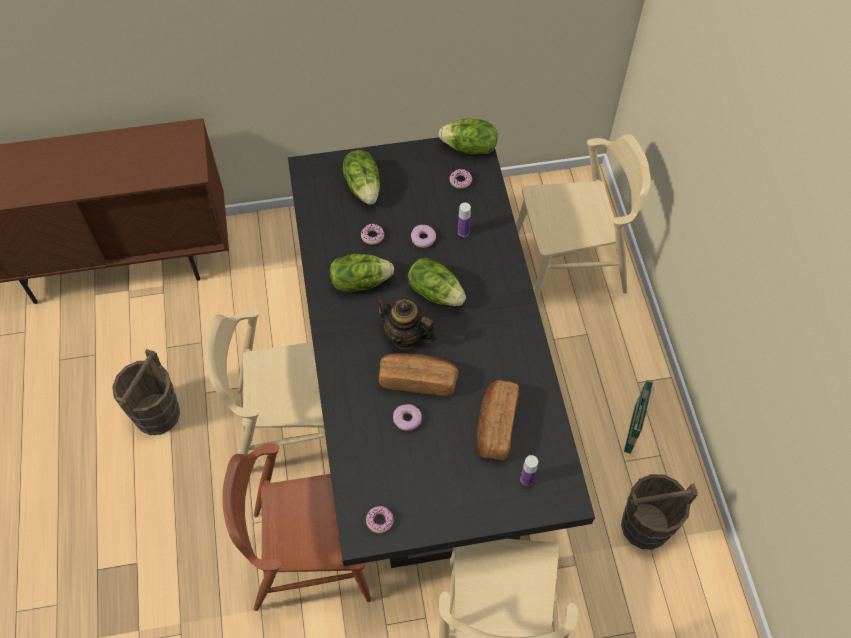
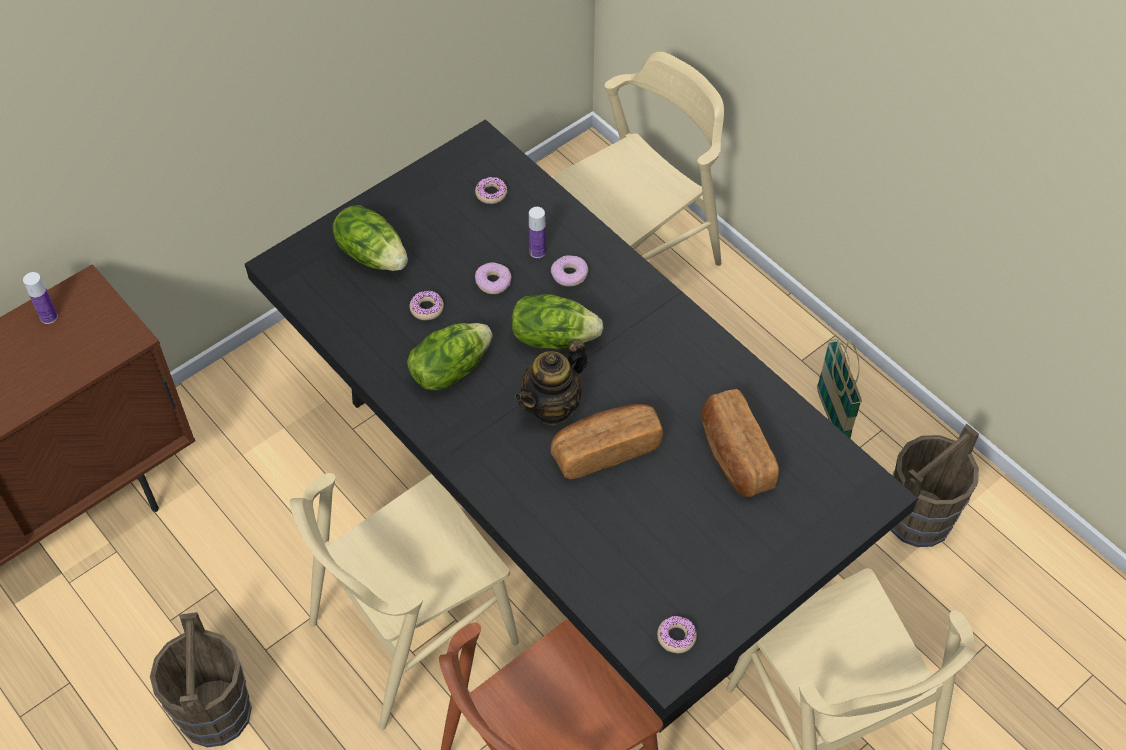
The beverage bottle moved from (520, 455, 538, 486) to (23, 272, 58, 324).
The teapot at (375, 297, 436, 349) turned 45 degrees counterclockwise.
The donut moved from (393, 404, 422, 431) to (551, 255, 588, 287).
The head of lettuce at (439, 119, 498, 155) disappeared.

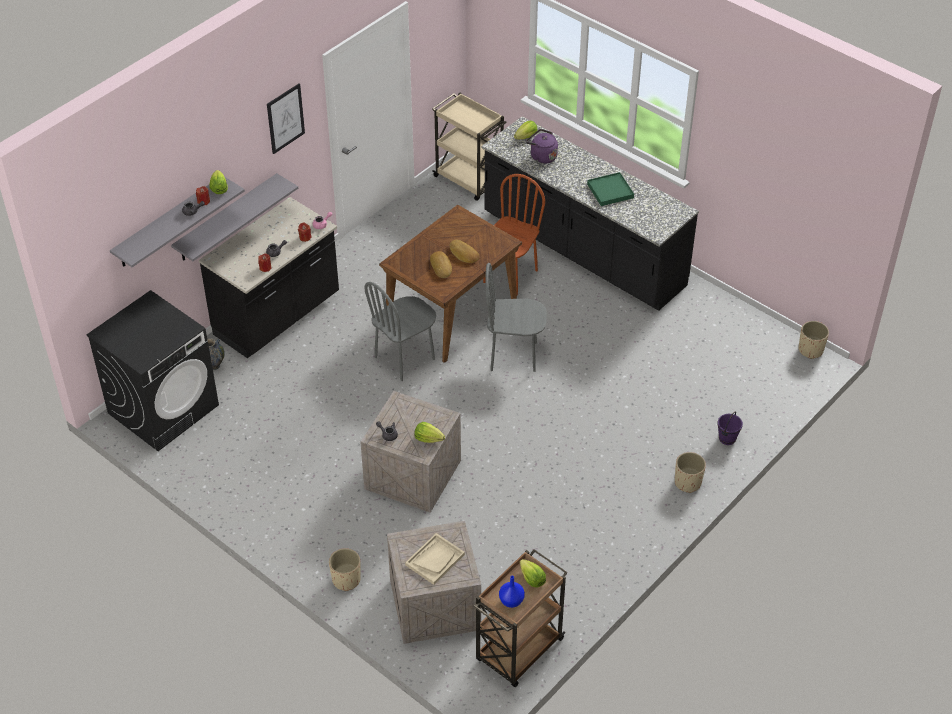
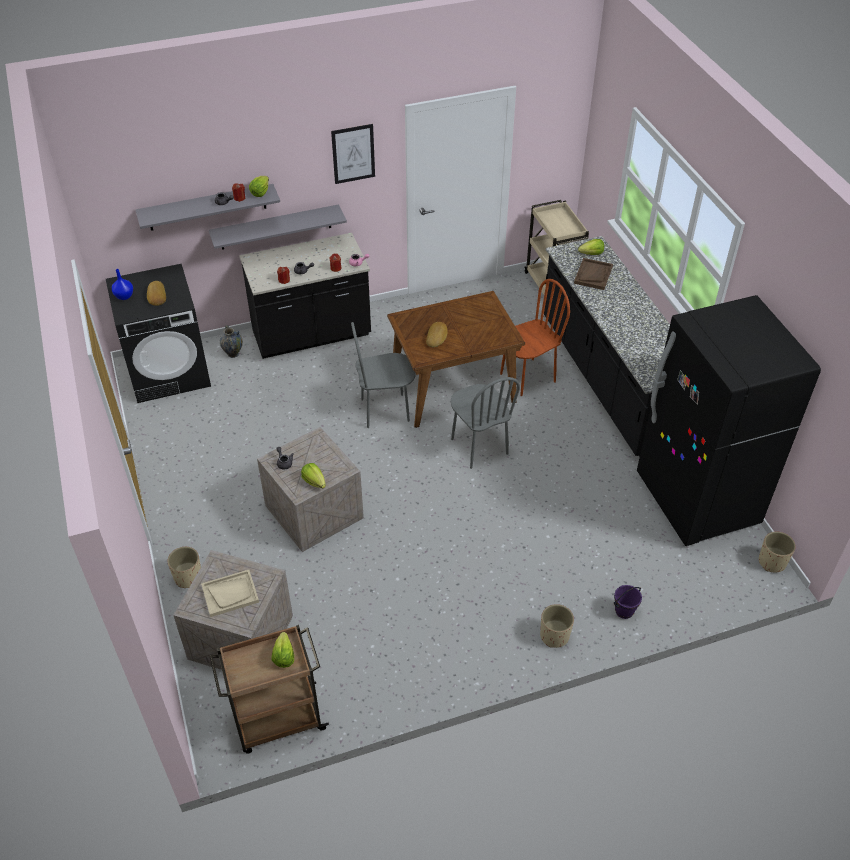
The vase in blue moved from (499, 576, 525, 608) to (112, 269, 133, 300).
The bread moved from (450, 240, 480, 263) to (147, 281, 166, 306).
The upright chair in gray at (485, 263, 547, 372) turned 150 degrees counterclockwise.
The tea kettle in purple-coloured at (526, 129, 558, 164) was replaced by the serving tray in brown-coloured at (574, 258, 613, 290).
The kitchen fridge in black at (637, 295, 821, 546) appeared.
The serving tray in greenish at (587, 172, 634, 206) disappeared.

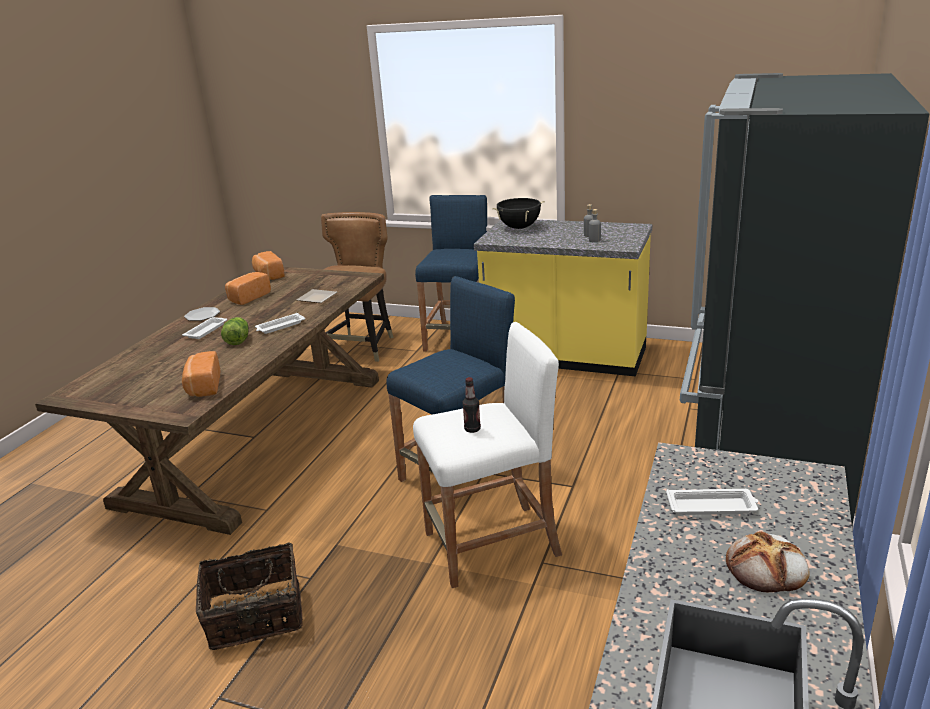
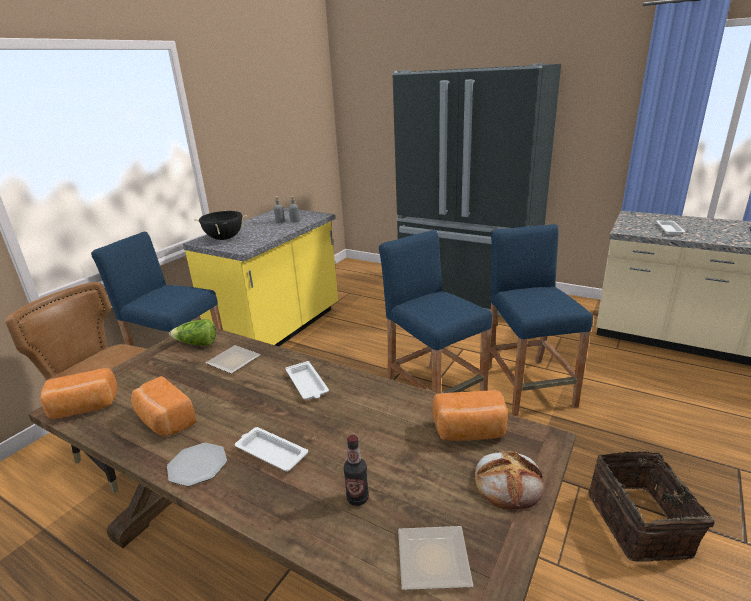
The head of lettuce moved from (221, 317, 249, 345) to (169, 319, 216, 346).
The beverage bottle moved from (462, 377, 481, 433) to (343, 435, 369, 506).
The dinner plate at (398, 526, 473, 590) appeared.
The bread moved from (726, 531, 810, 593) to (475, 451, 544, 510).
The sitting stool in whitish at (413, 322, 562, 588) became the sitting stool in blue at (488, 224, 593, 416).

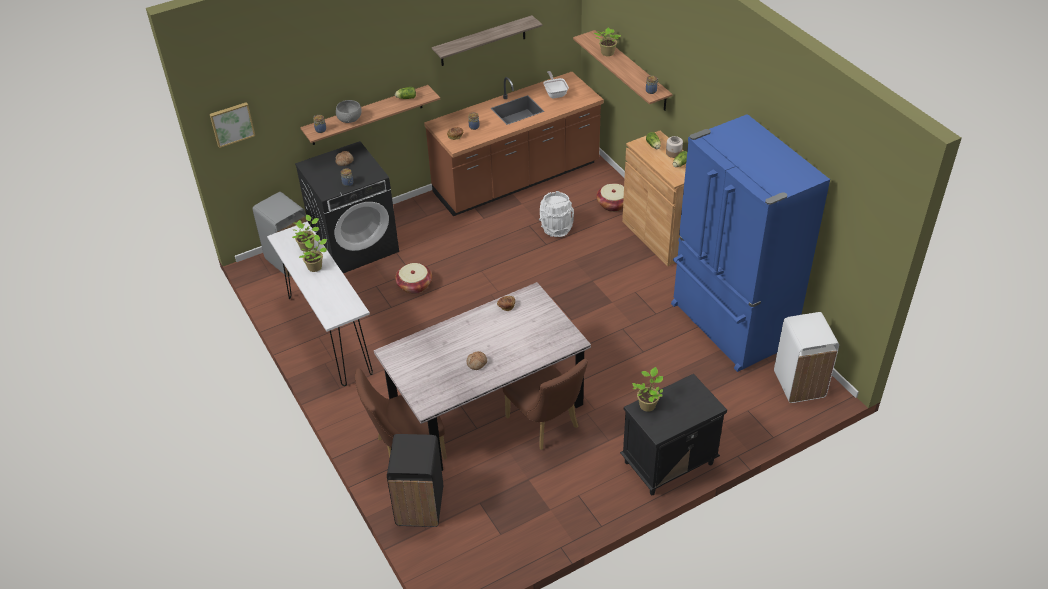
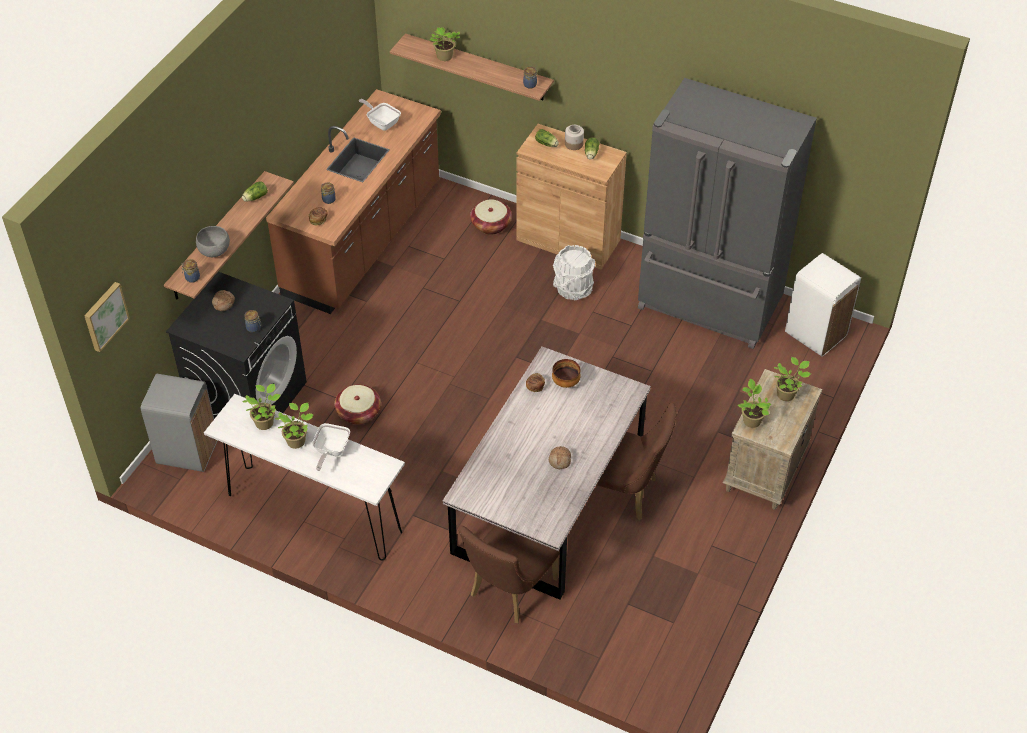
The frying pan at (312, 423, 350, 471) appeared.
The deep dish at (552, 359, 581, 388) appeared.
The water bucket in whitish moved from (539, 191, 574, 237) to (553, 245, 595, 301).
The kitchen fridge in blue at (671, 114, 830, 372) became the kitchen fridge in gray at (638, 78, 817, 349).
The bedside table in black at (620, 374, 727, 495) became the bedside table in beige at (723, 369, 822, 510).
The potted plant at (774, 357, 811, 401) appeared.
The trash can in black at (387, 434, 443, 527) disappeared.
The bracket shelf at (432, 15, 542, 66) disappeared.

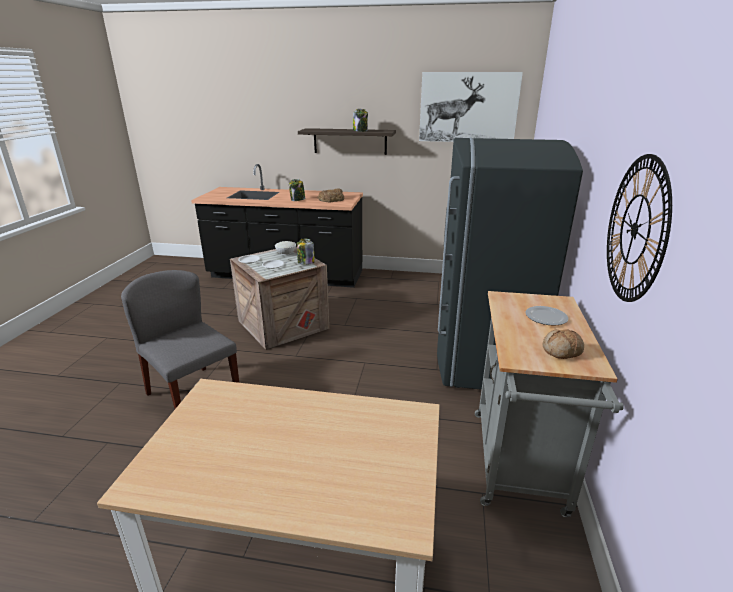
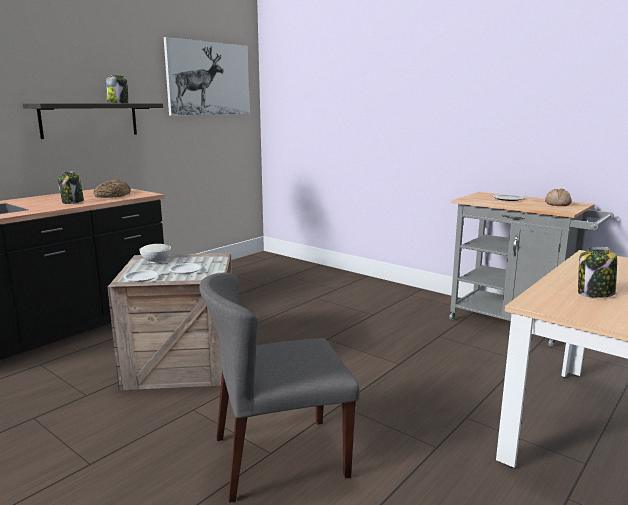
The preserve jar moved from (297, 239, 315, 265) to (578, 247, 617, 298).
The kitchen fridge in gray at (437, 138, 583, 390) disappeared.
The hanging clock at (607, 154, 672, 302) disappeared.

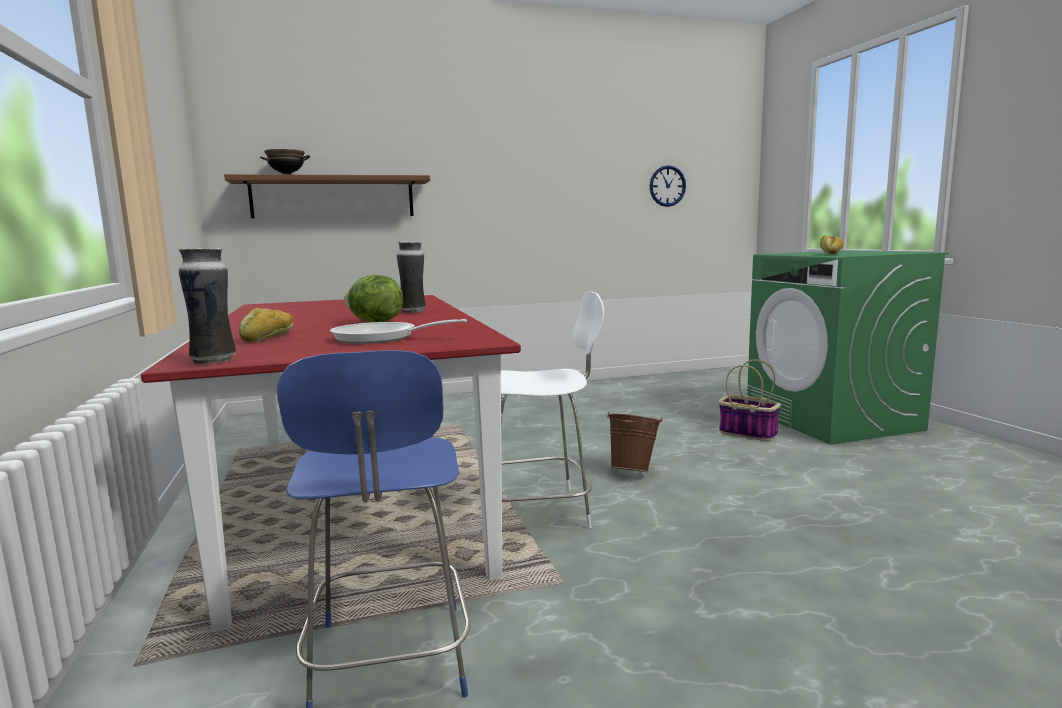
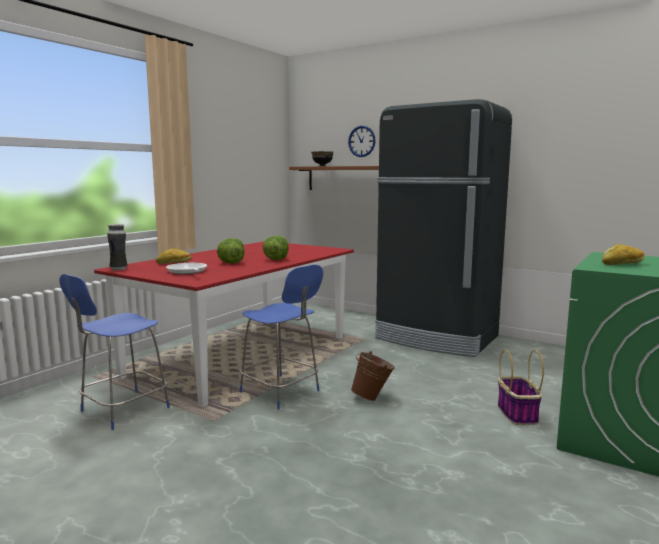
The upright chair in whitish at (501, 292, 604, 528) became the upright chair in blue at (240, 265, 323, 410).
The vase at (397, 241, 426, 313) was replaced by the head of lettuce at (262, 236, 289, 260).
The hanging clock moved from (649, 165, 686, 207) to (348, 126, 376, 157).
The kitchen fridge in black at (375, 99, 512, 357) appeared.

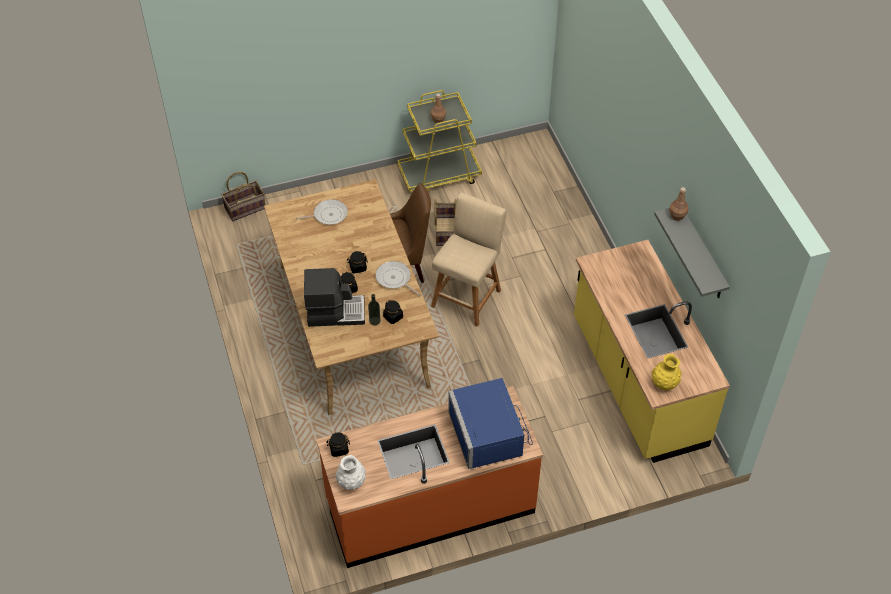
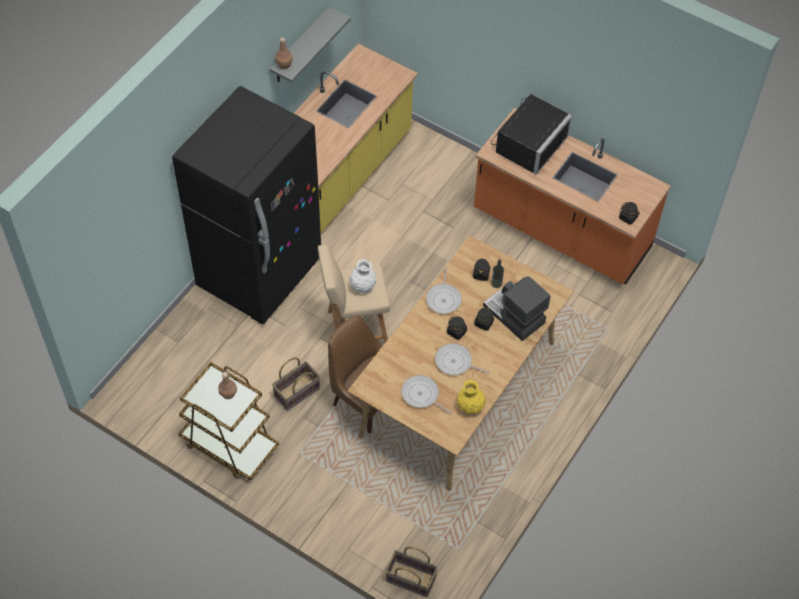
The kitchen fridge in black at (172, 86, 321, 325) appeared.
The wheeled cart in yellow at (397, 90, 482, 192) became the wheeled cart in brown-coloured at (179, 362, 279, 481).
The vase in whitish moved from (335, 455, 366, 490) to (349, 259, 377, 293).
The frying pan at (435, 343, 490, 375) appeared.
The vase in yellow moved from (652, 354, 682, 390) to (457, 380, 486, 414).
The microwave in blue at (448, 378, 533, 469) became the microwave in black at (491, 94, 572, 175).

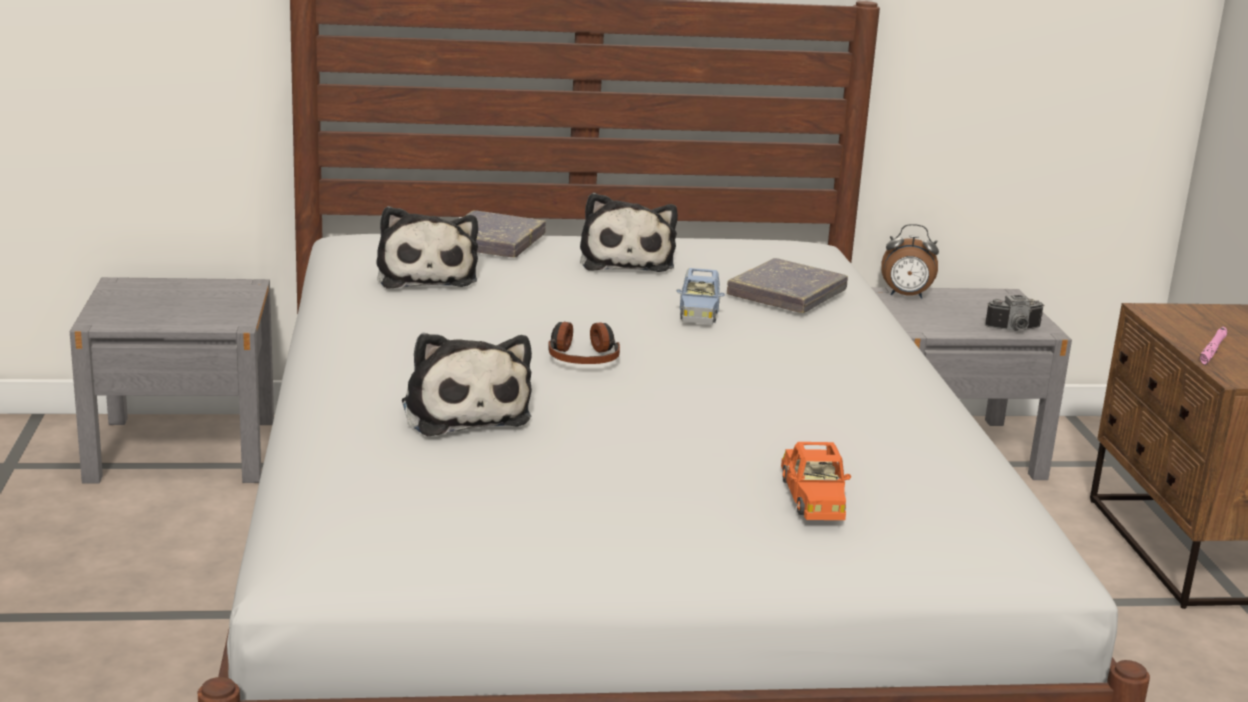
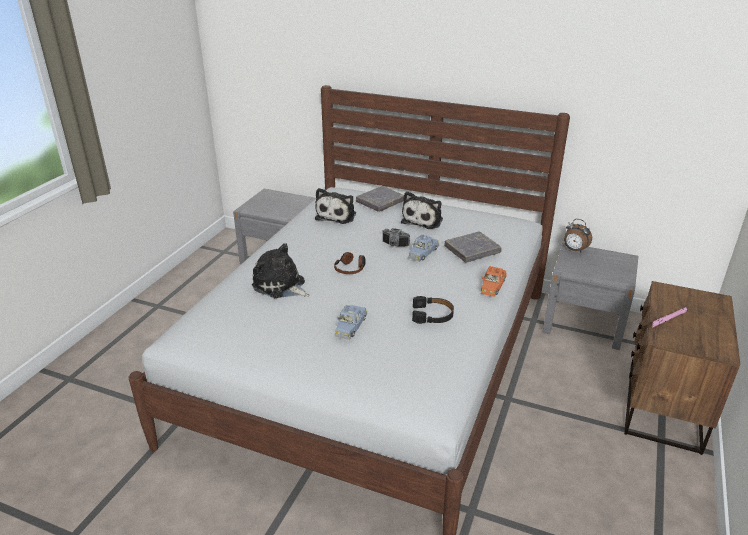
The plush toy at (402, 333, 532, 436) turned 120 degrees clockwise.
The model car in blue at (335, 305, 367, 340) appeared.
The photo camera moved from (985, 295, 1044, 331) to (383, 228, 410, 247).
The headset in black at (412, 296, 454, 324) appeared.
The model car in orange-coloured moved from (781, 442, 851, 520) to (481, 266, 507, 297).

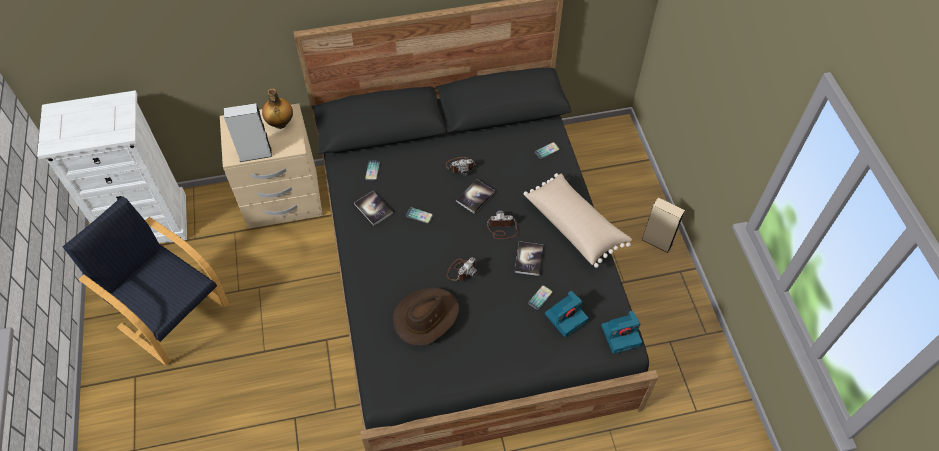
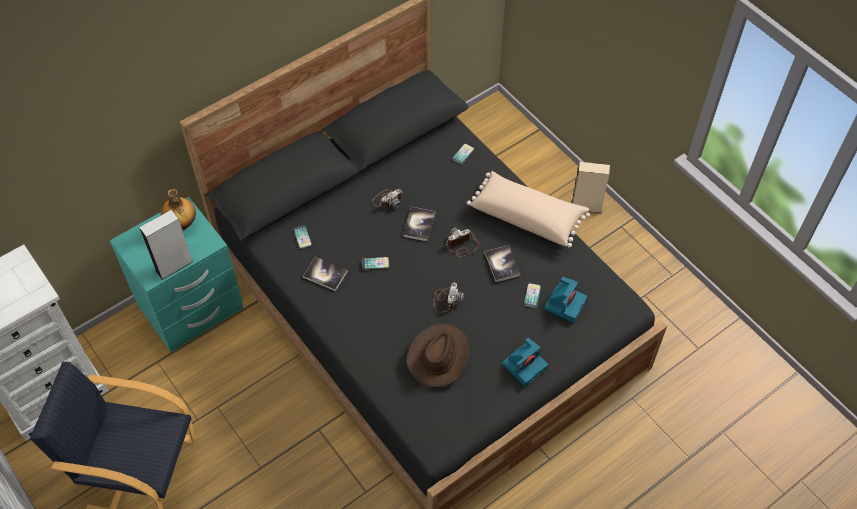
The bedside table in beige at (220, 103, 323, 228) became the bedside table in turquoise-coloured at (110, 197, 243, 352).
The photo camera moved from (601, 310, 642, 354) to (502, 338, 548, 387).

